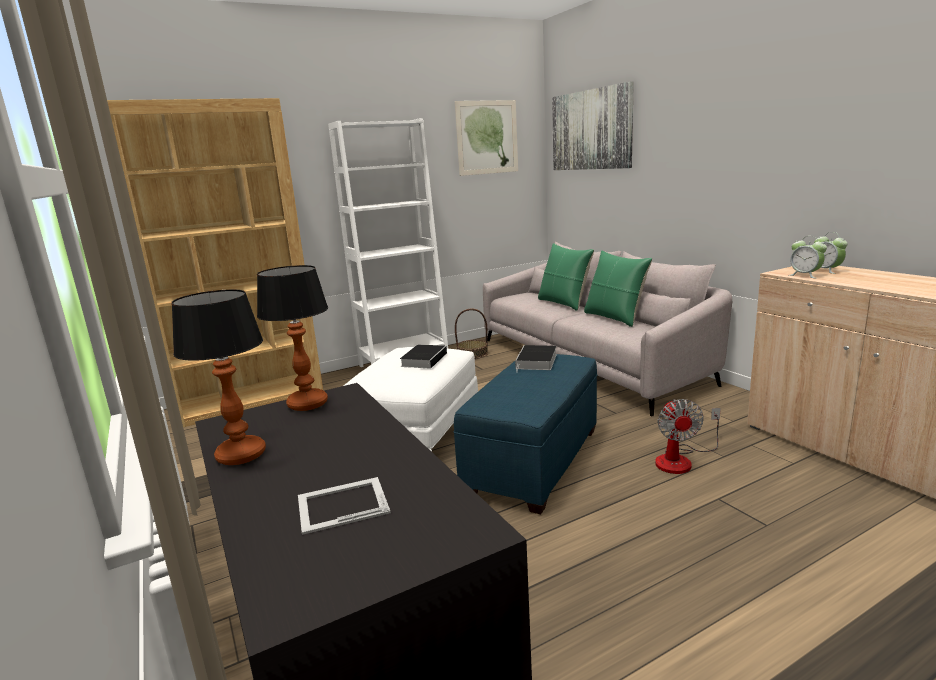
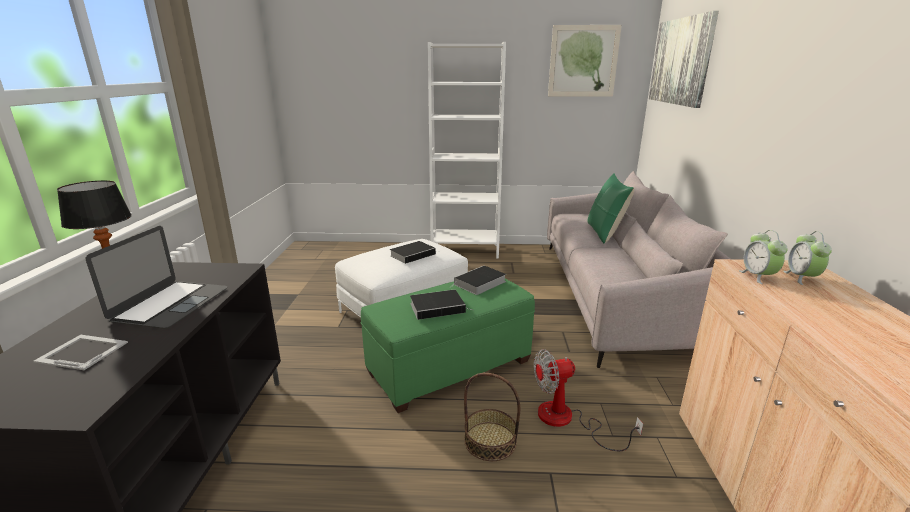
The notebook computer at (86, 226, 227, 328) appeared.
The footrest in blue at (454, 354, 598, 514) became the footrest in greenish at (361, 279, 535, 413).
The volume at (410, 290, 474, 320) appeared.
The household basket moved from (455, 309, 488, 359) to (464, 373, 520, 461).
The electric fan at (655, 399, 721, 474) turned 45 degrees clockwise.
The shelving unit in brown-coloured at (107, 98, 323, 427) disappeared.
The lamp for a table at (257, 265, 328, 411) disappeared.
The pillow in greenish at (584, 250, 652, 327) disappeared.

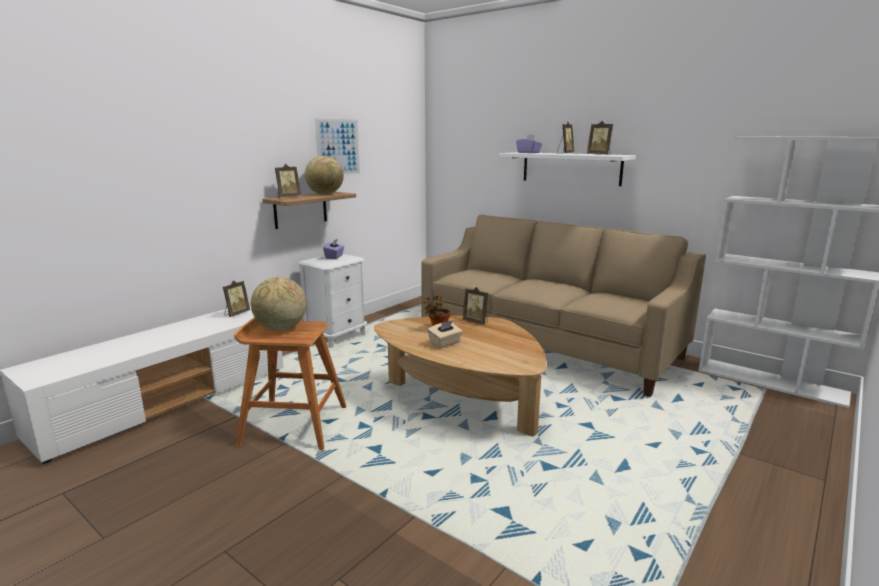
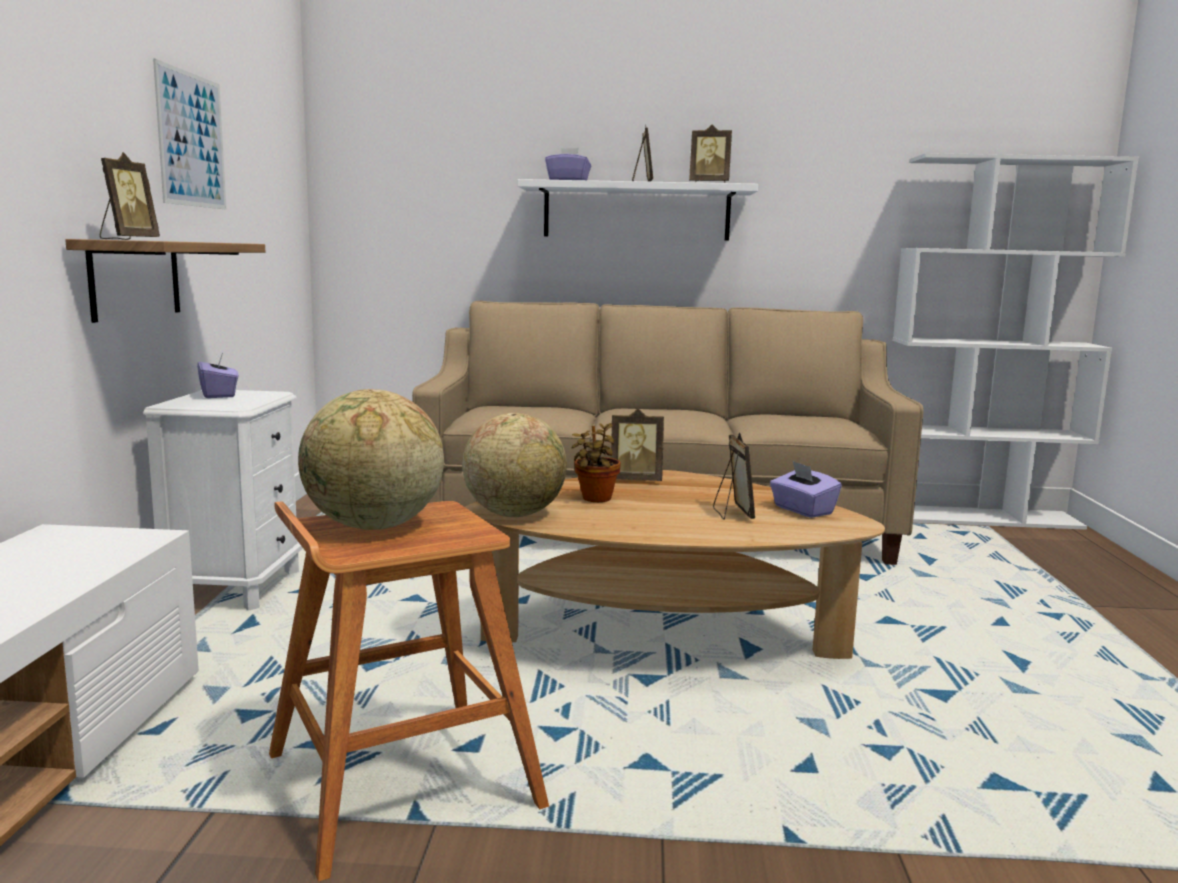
The world globe moved from (305, 156, 344, 195) to (462, 413, 567, 517).
The picture frame moved from (223, 280, 250, 317) to (713, 432, 755, 520).
The tissue box in purple-coloured at (770, 461, 842, 518) appeared.
The tissue box in beige at (427, 320, 463, 348) disappeared.

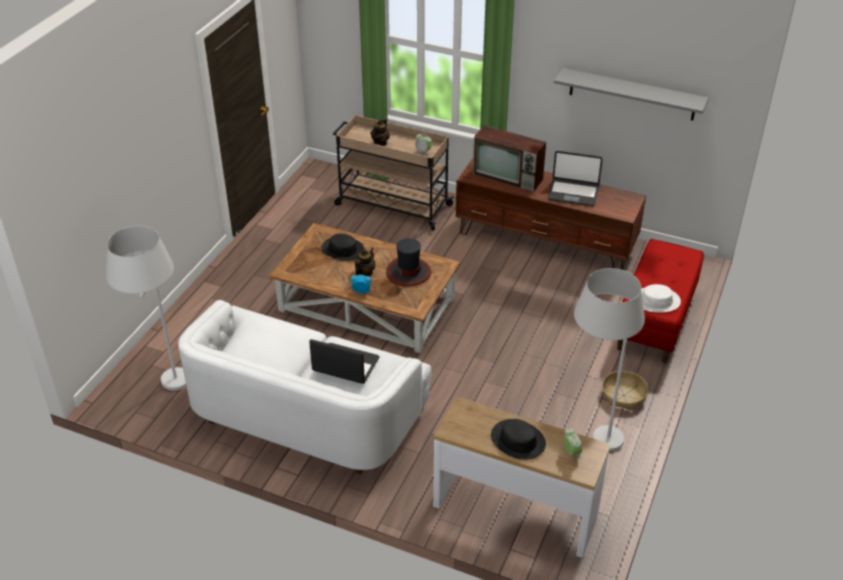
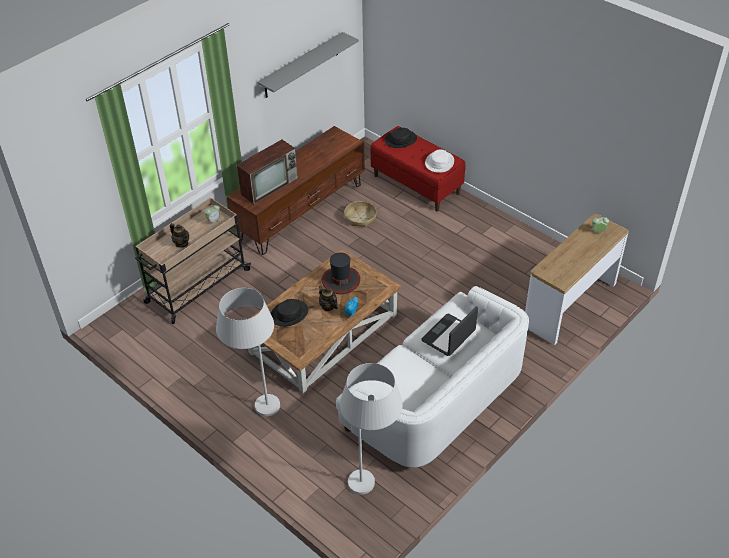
The standing lamp in whitish moved from (574, 268, 645, 451) to (216, 288, 280, 416).
The household basket moved from (602, 371, 648, 410) to (344, 201, 377, 227).
The wearable hat in black moved from (491, 419, 546, 460) to (384, 128, 417, 148).
The notebook computer at (547, 151, 603, 206) disappeared.

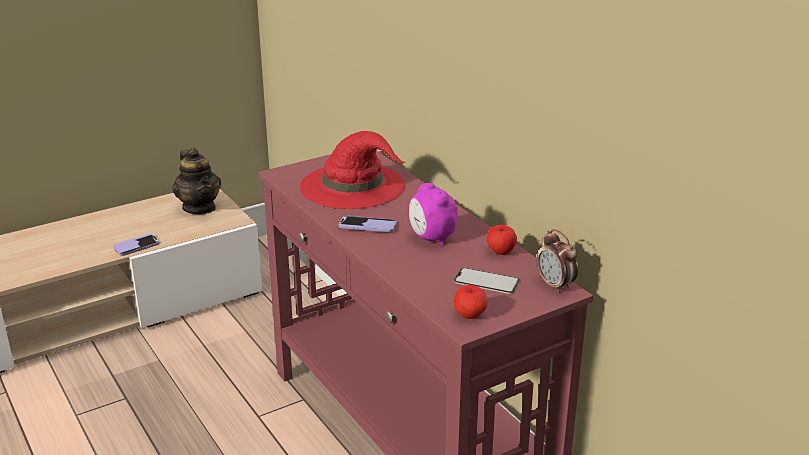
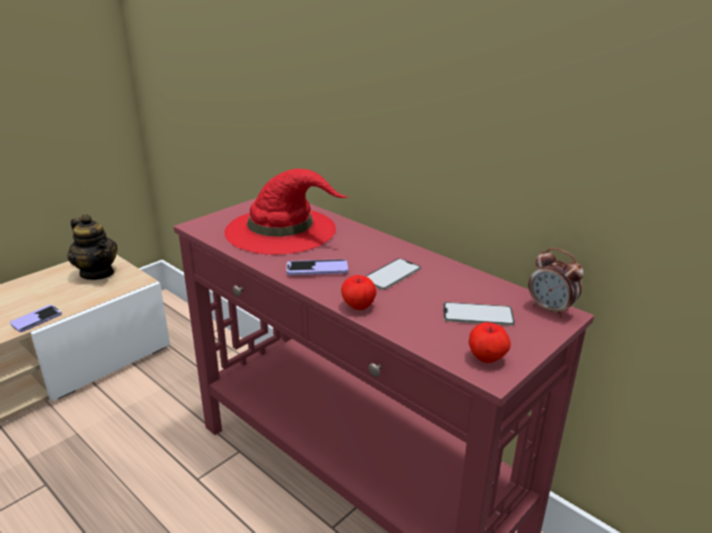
The whole apple moved from (487, 225, 517, 255) to (341, 275, 376, 310).
The table clock at (409, 183, 458, 245) was replaced by the telephone at (366, 258, 421, 290).

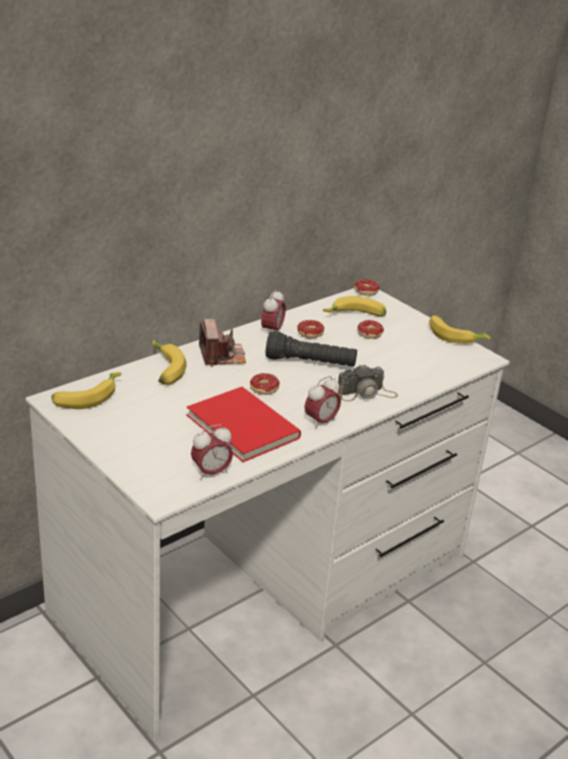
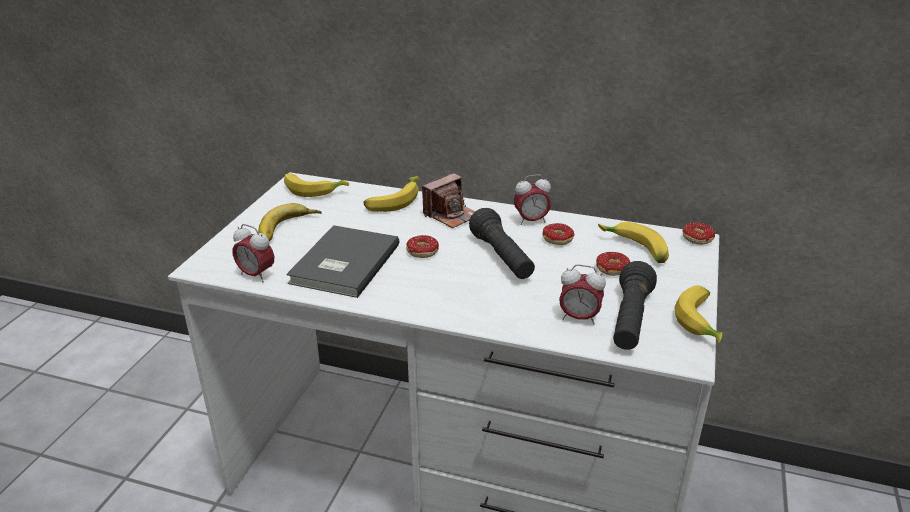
The whole banana at (258, 203, 321, 242) appeared.
The volume in reddish at (186, 387, 301, 462) became the volume in gray at (286, 225, 399, 298).
The table clock moved from (304, 376, 341, 429) to (559, 264, 606, 325).
The hand torch in black at (613, 261, 657, 350) appeared.
The photo camera at (337, 365, 398, 401) disappeared.

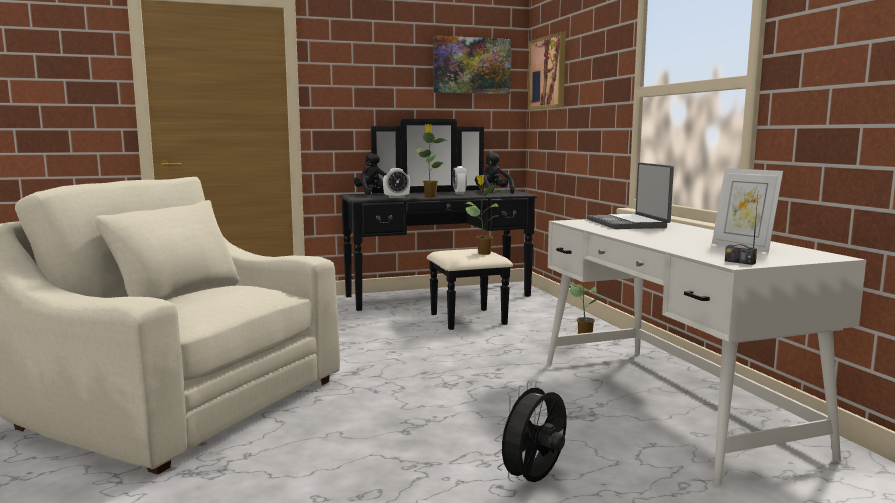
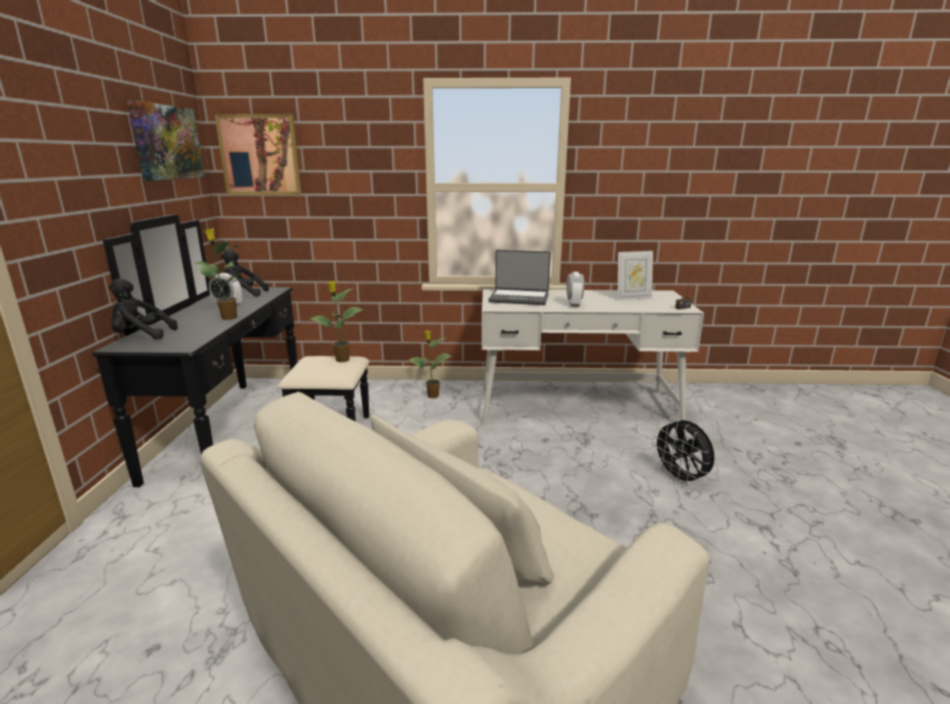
The table clock moved from (383, 168, 410, 198) to (567, 272, 584, 307).

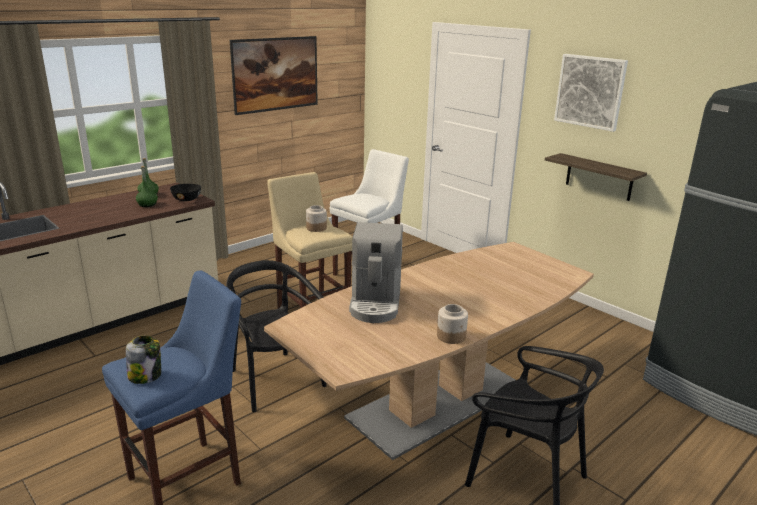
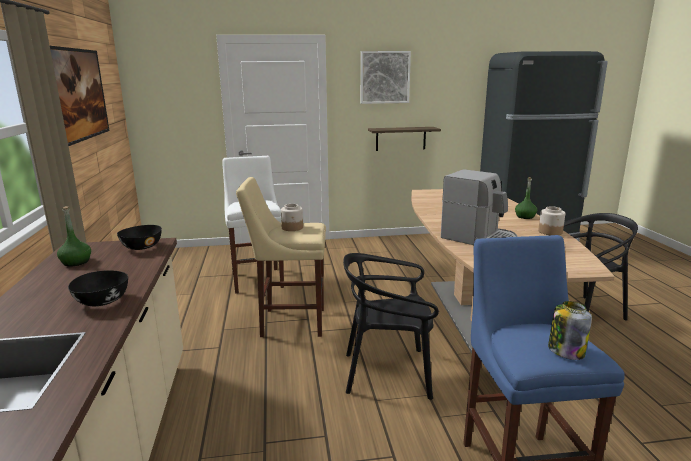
The deep dish in black at (68, 270, 128, 306) appeared.
The beverage bottle in greenish moved from (136, 166, 158, 207) to (515, 177, 537, 219).

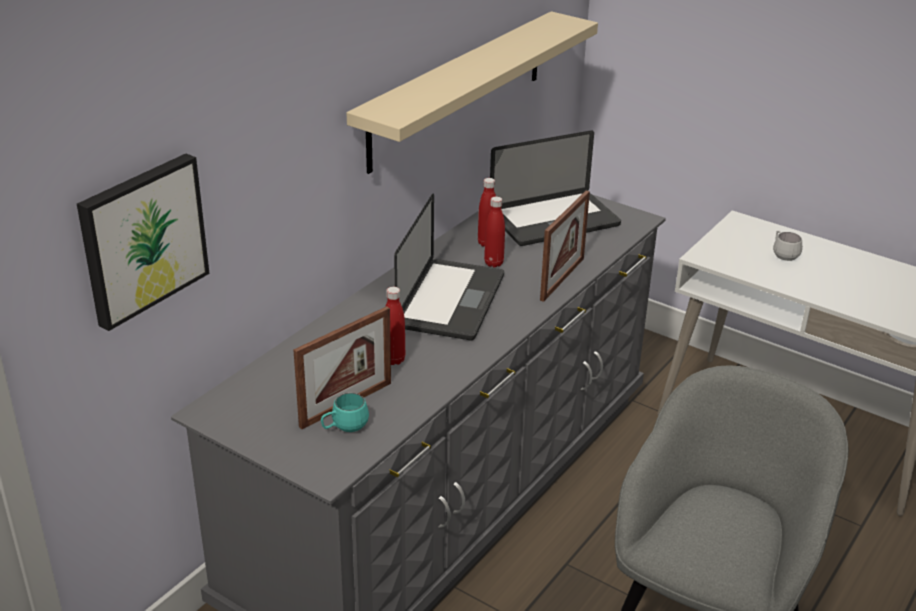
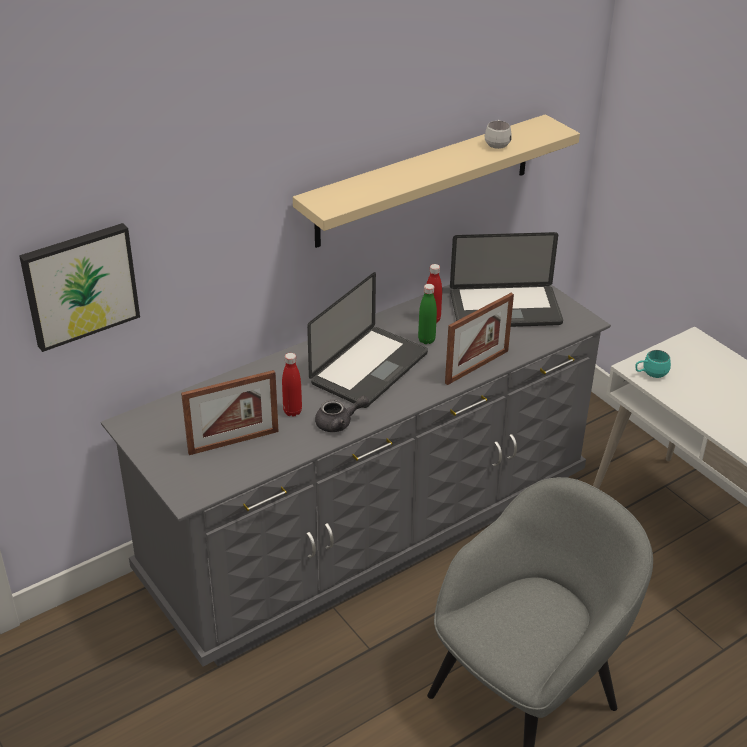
The teapot in gray at (315, 396, 369, 432) appeared.
The beverage bottle in reddish at (484, 196, 505, 267) became the beverage bottle in greenish at (418, 284, 437, 344).
The mug in whitish moved from (773, 231, 802, 261) to (485, 120, 512, 149).
The mug in turquoise-coloured moved from (321, 393, 369, 432) to (636, 350, 671, 378).

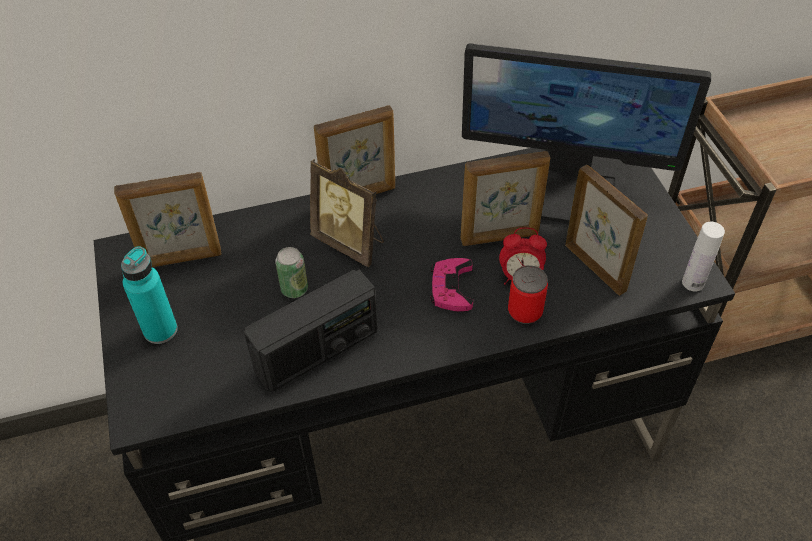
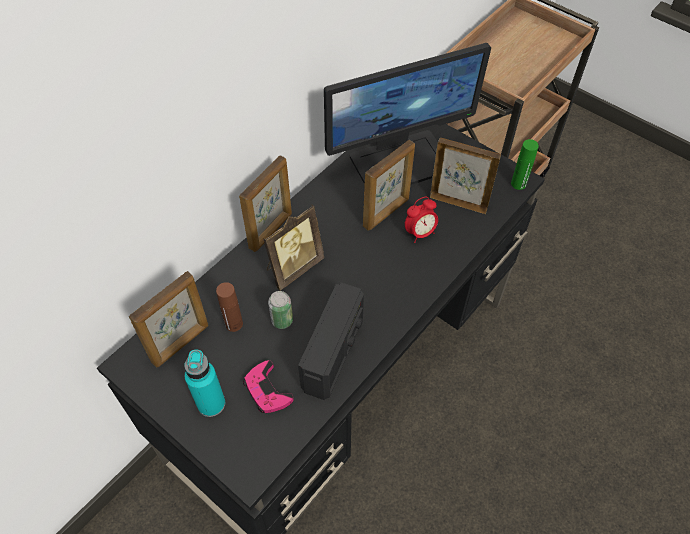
The beverage bottle in brown-coloured at (216, 282, 243, 332) appeared.
The joypad in pink moved from (430, 258, 473, 312) to (243, 360, 294, 413).
The picture frame at (310, 159, 384, 267) turned 45 degrees counterclockwise.
The beverage bottle in whitish at (682, 222, 725, 291) became the beverage bottle in greenish at (511, 139, 539, 190).
The can at (508, 265, 548, 324) disappeared.

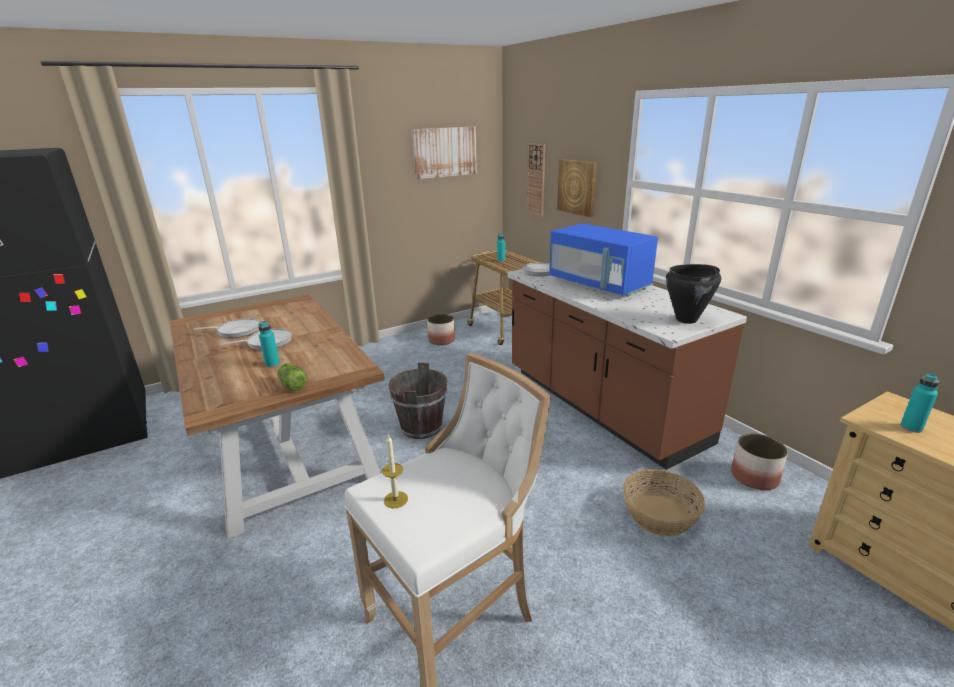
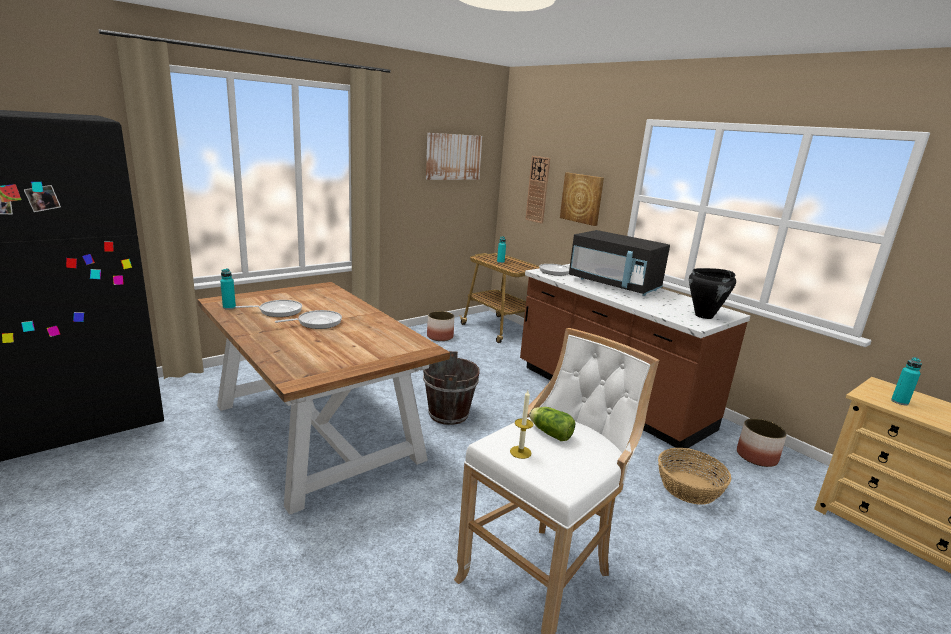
The beverage bottle in turquoise-coloured moved from (258, 321, 280, 367) to (220, 268, 236, 310).
The head of lettuce moved from (278, 363, 307, 391) to (529, 407, 575, 441).
The microwave in blue at (549, 223, 658, 297) became the microwave in black at (569, 230, 670, 296).

